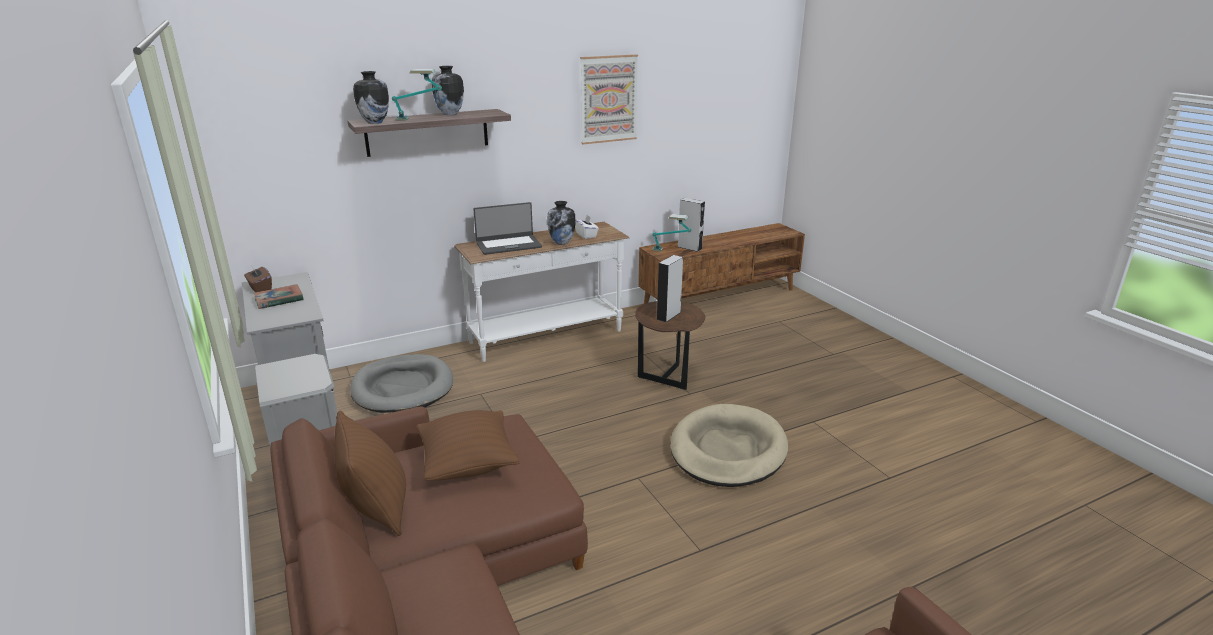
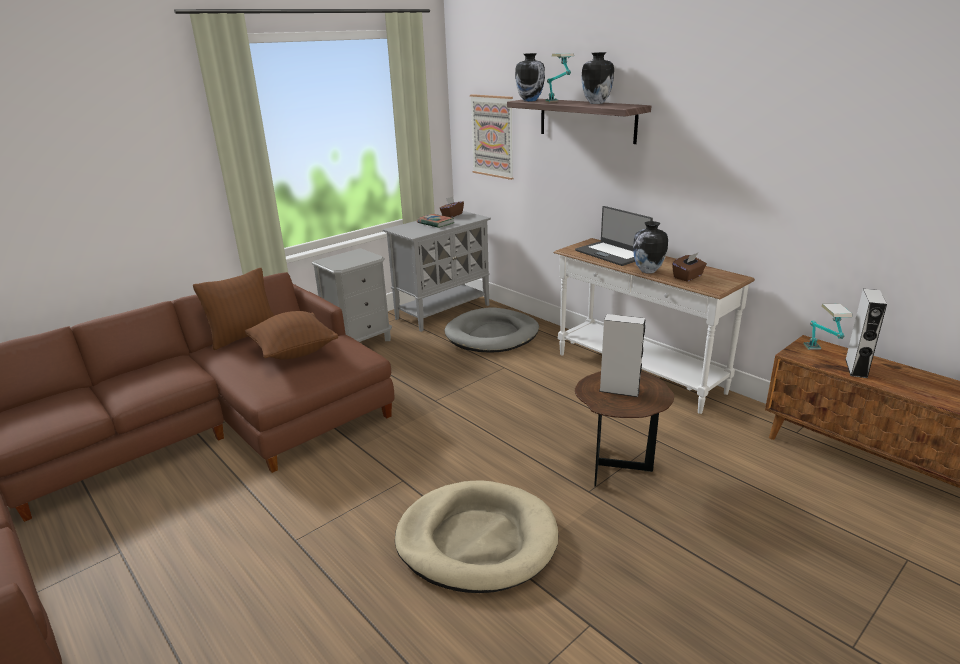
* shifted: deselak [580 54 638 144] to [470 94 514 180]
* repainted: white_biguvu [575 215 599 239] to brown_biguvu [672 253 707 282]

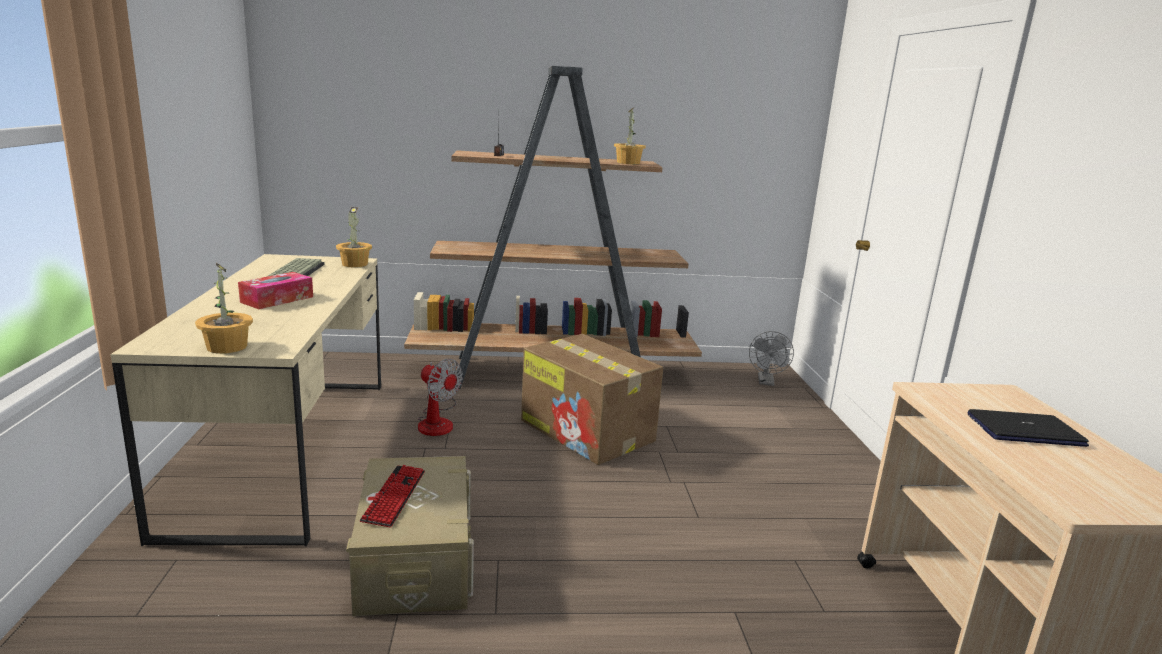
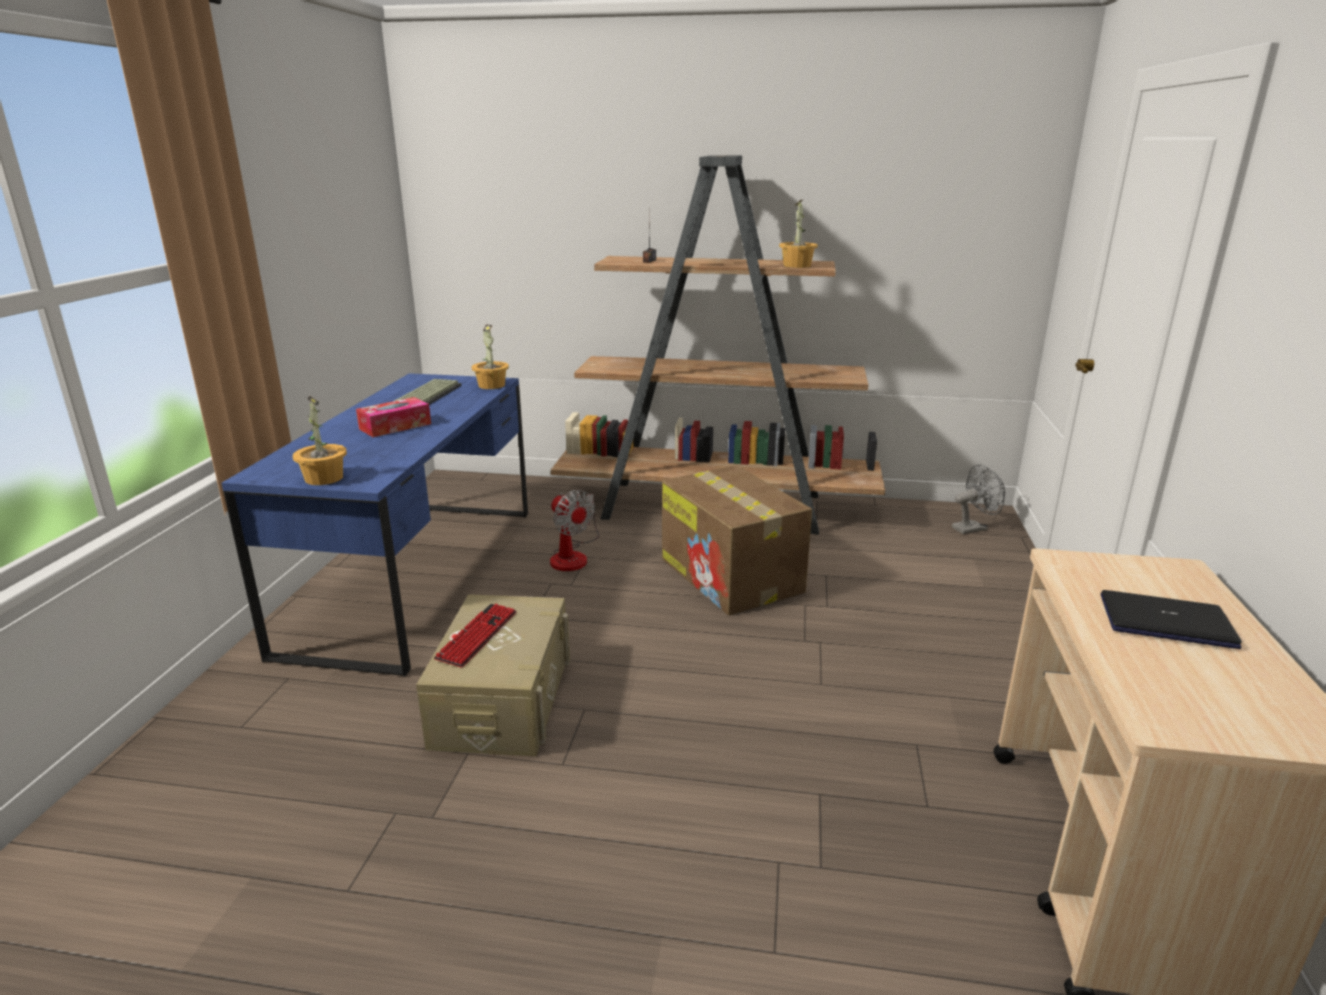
* repainted: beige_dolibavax [111 254 381 546] to blue_dolibavax [221 373 528 677]
* rotated: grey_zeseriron [749 331 794 386] = [952 465 1005 534] 135 degrees counterclockwise

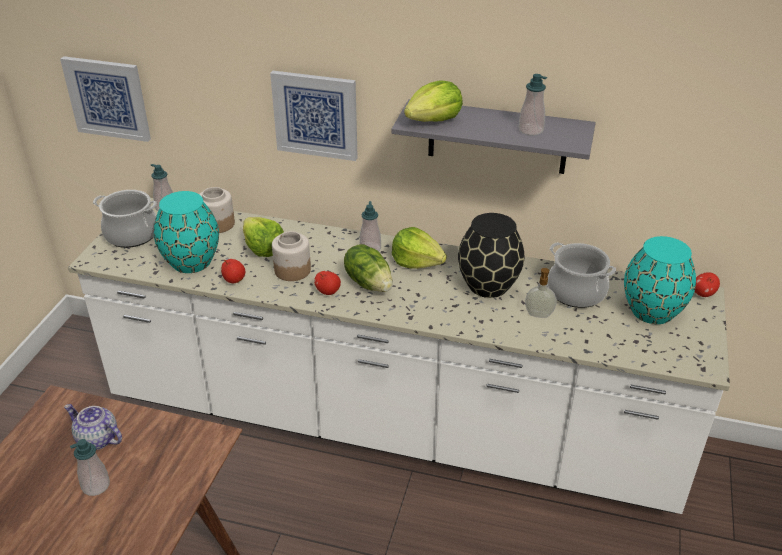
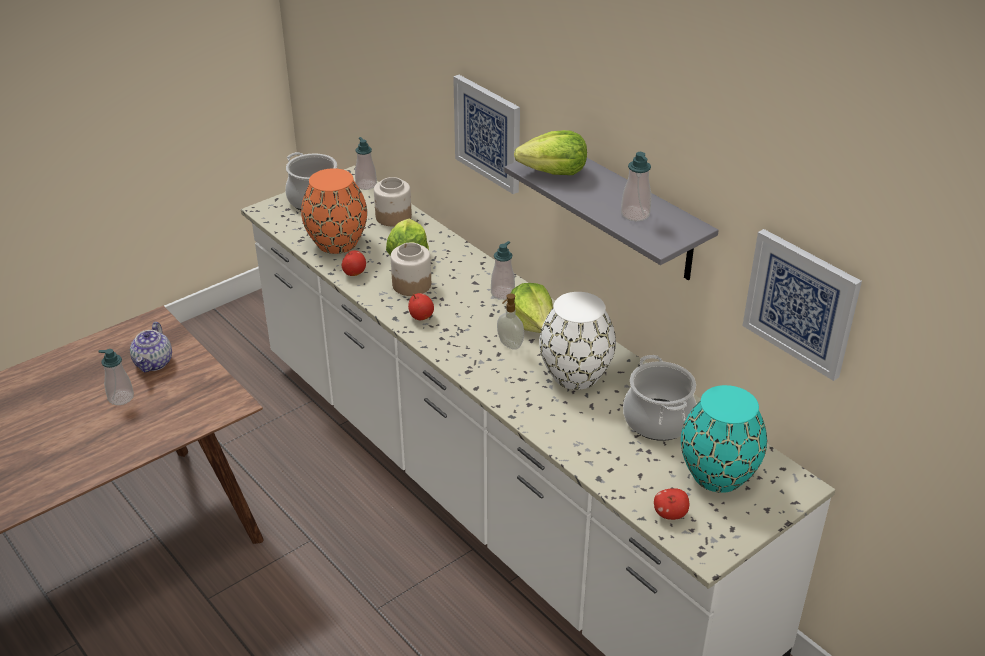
* rotated: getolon [64 404 122 450] = [130 322 172 373] 150 degrees counterclockwise
* repainted: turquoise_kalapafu [154 191 219 273] to orange_kalapafu [301 168 367 254]
* shifted: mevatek [525 268 557 318] to [497 294 524 350]
* repainted: black_kalapafu [458 213 524 298] to white_kalapafu [539 292 616 390]
* shifted: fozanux [695 272 720 297] to [654 488 689 520]
* shifted: deselak [60 56 151 142] to [743 229 862 381]
* gone: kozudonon [344 244 393 292]

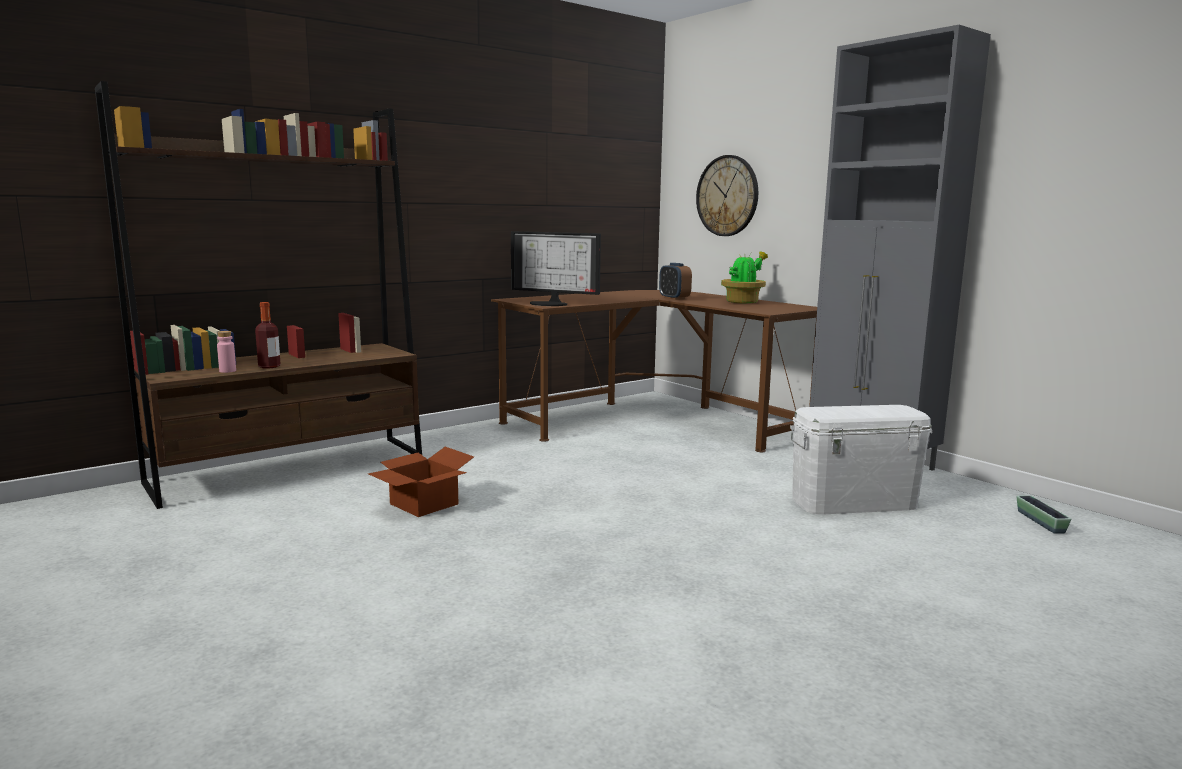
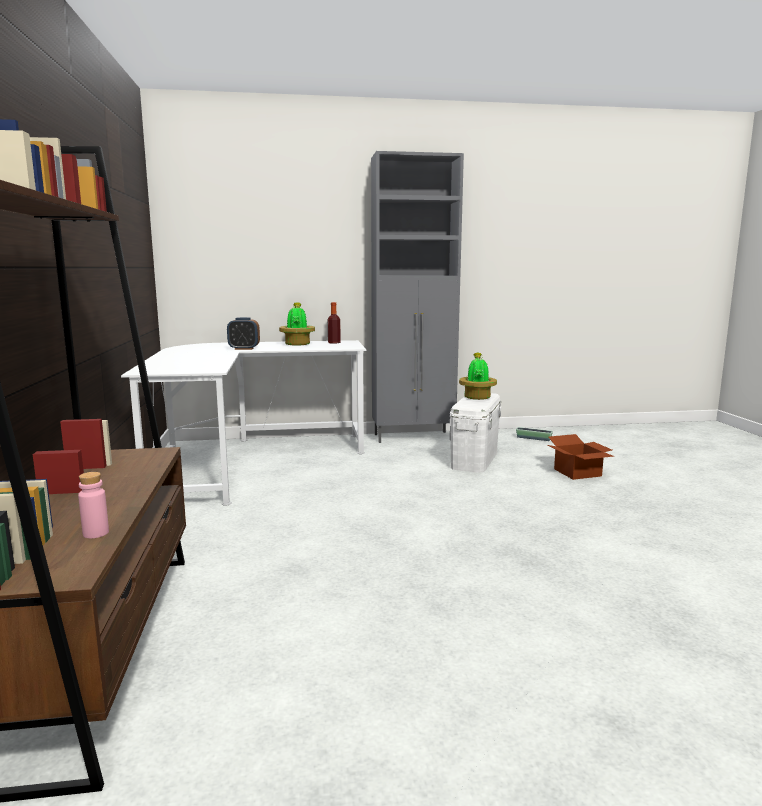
* repainted: brown_dolibavax [491 290 817 452] to white_dolibavax [121 340 366 506]
* shifted: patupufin [255 302 281 368] to [328 302 341 344]
* new: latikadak [459 352 497 400]
* shifted: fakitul [369 447 474 517] to [548 434 614 480]
* gone: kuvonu [511 231 601 306]
* gone: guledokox [696 155 758 236]

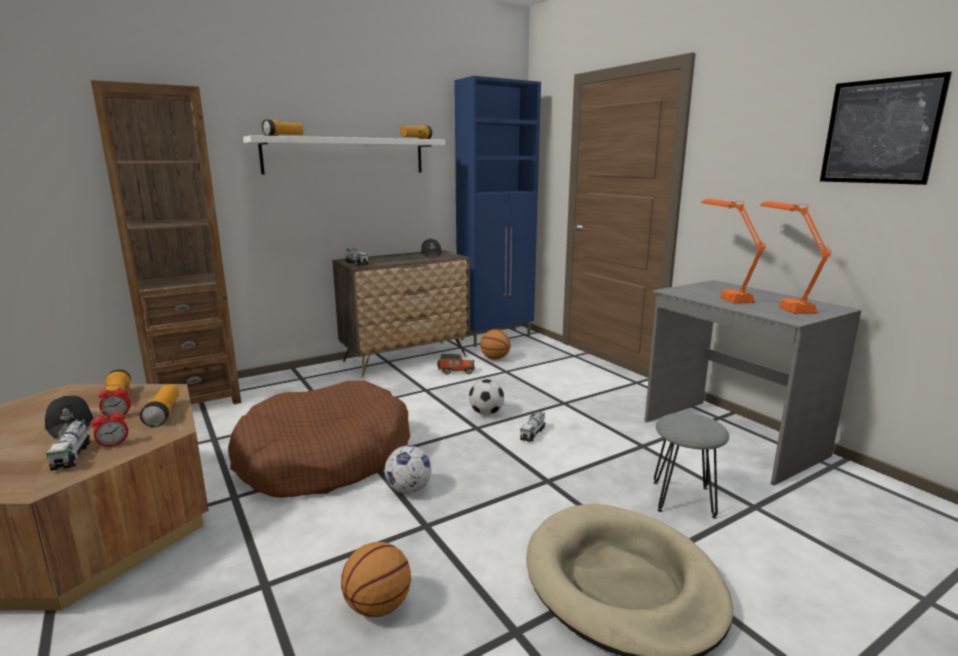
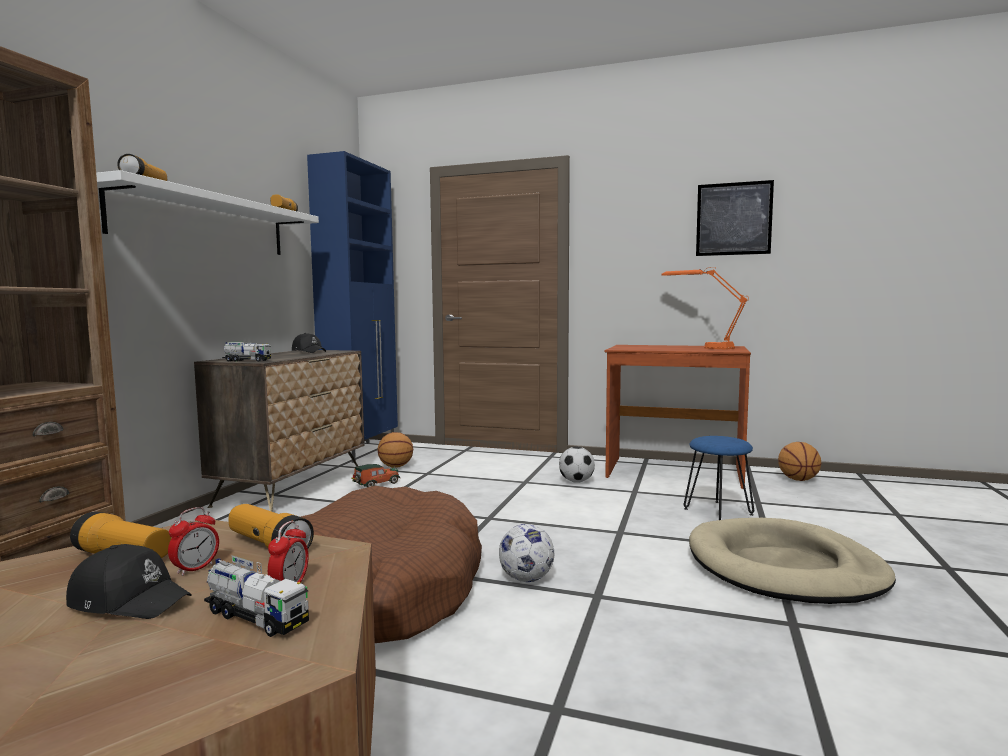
* shifted: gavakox [469 379 504 415] to [559 447 595 483]
* repainted: grey_dolibavax [645 280 861 485] to brown_dolibavax [605 345 751 489]
* repainted: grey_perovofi [653 413 729 519] to blue_perovofi [684 436 754 520]
* shifted: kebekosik [341 542 411 617] to [778 442 821 481]
* gone: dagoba [520 410 545 442]
* gone: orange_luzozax [701 199 765 304]

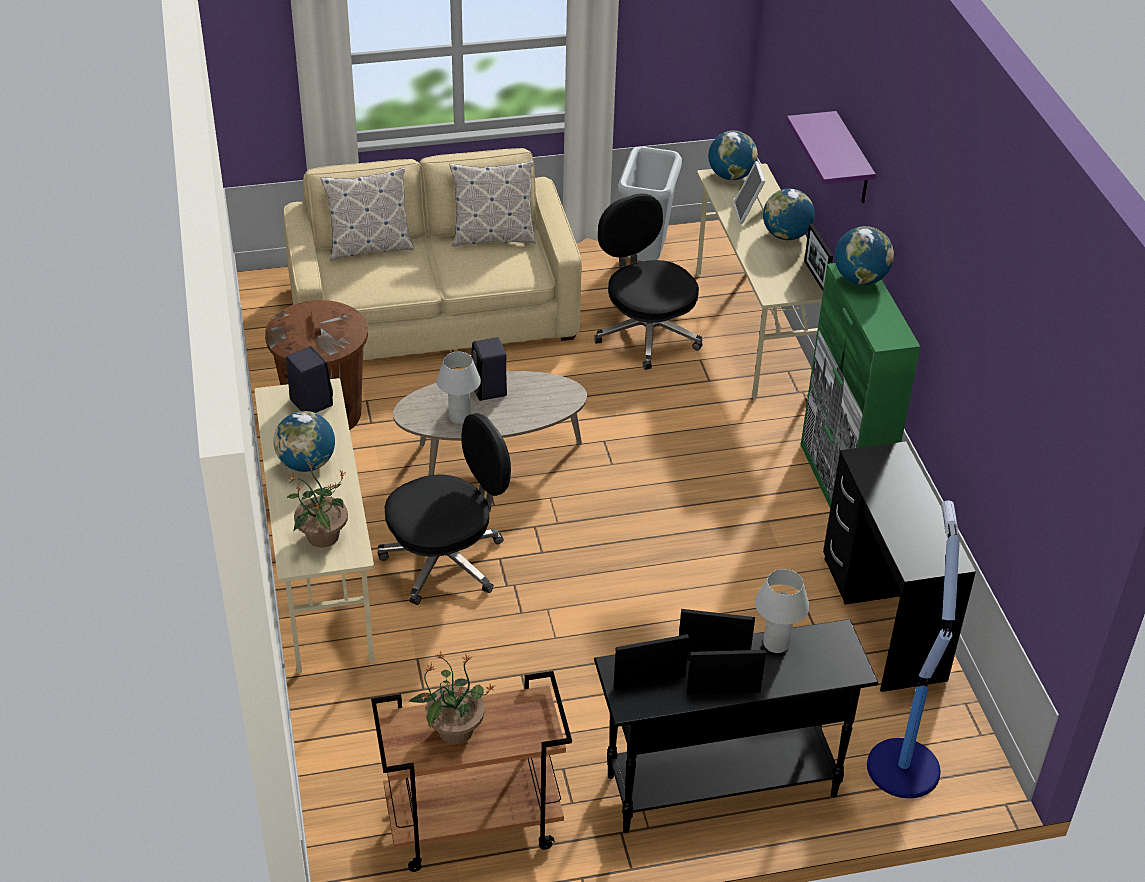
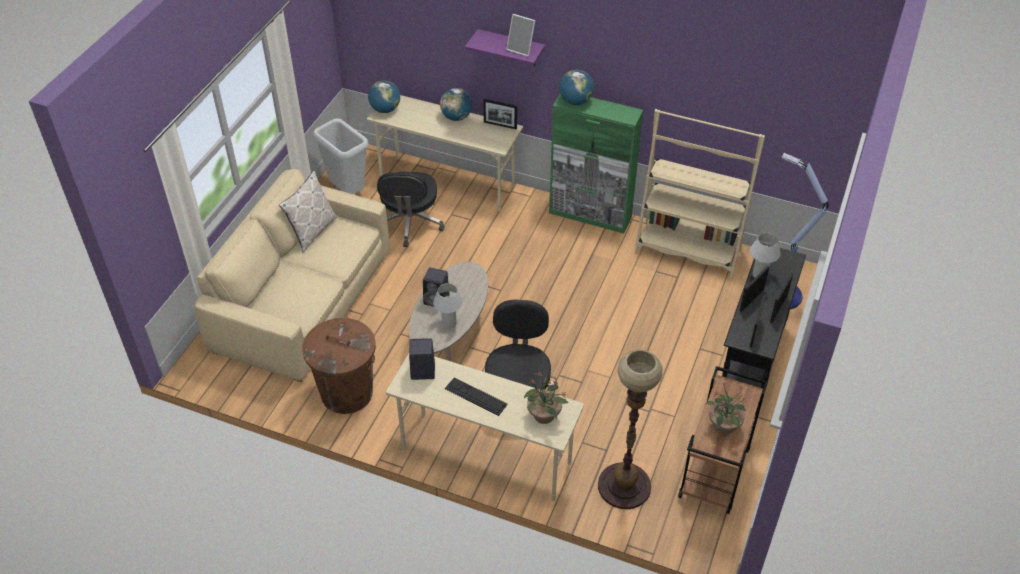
* rotated: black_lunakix [594 193 703 370] = [377 172 445 247] 90 degrees counterclockwise
* swapped: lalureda [274 411 335 472] to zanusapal [445 377 508 416]
* shifted: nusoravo [733 161 765 224] to [506 14 535 57]
* new: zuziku [598 350 663 509]
* swapped: black_dolibavax [823 442 976 692] to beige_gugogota [635 109 765 280]
* gone: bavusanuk [320 168 414 261]

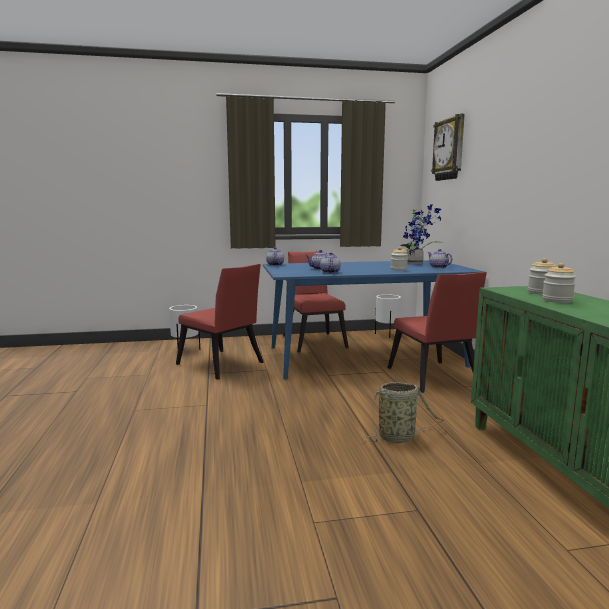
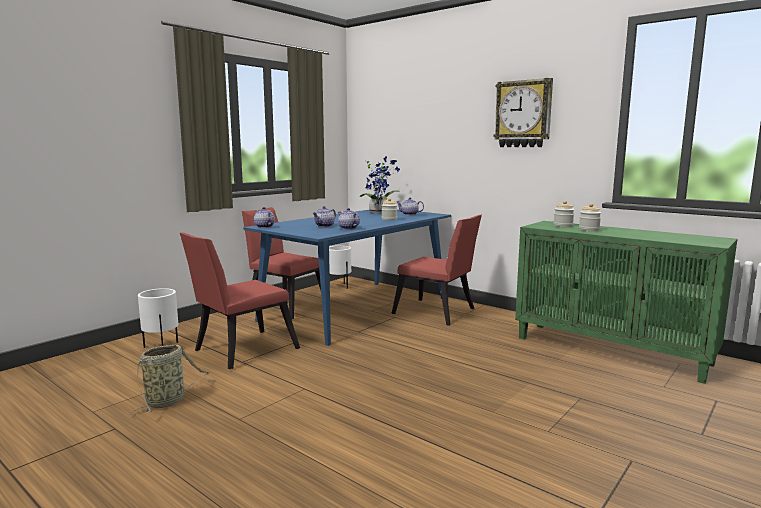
* shifted: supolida [362 382 444 443] to [130 344 209 415]
* rotated: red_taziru [176 264 264 380] = [180 232 300 369] 135 degrees clockwise
* shifted: guledokox [431 114 465 181] to [493 78 553 147]

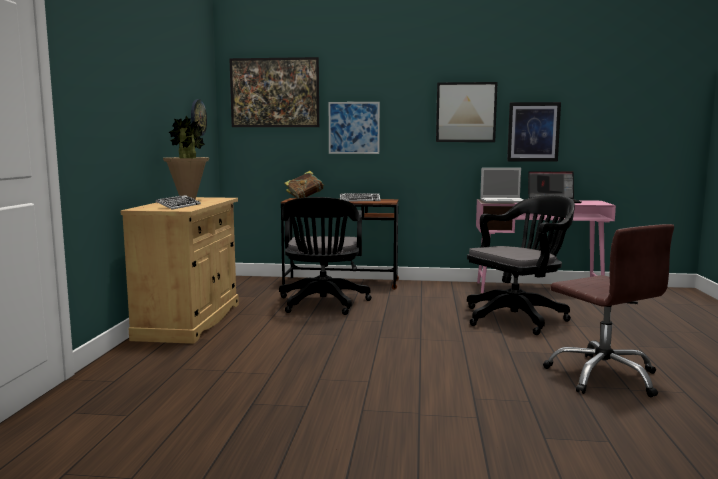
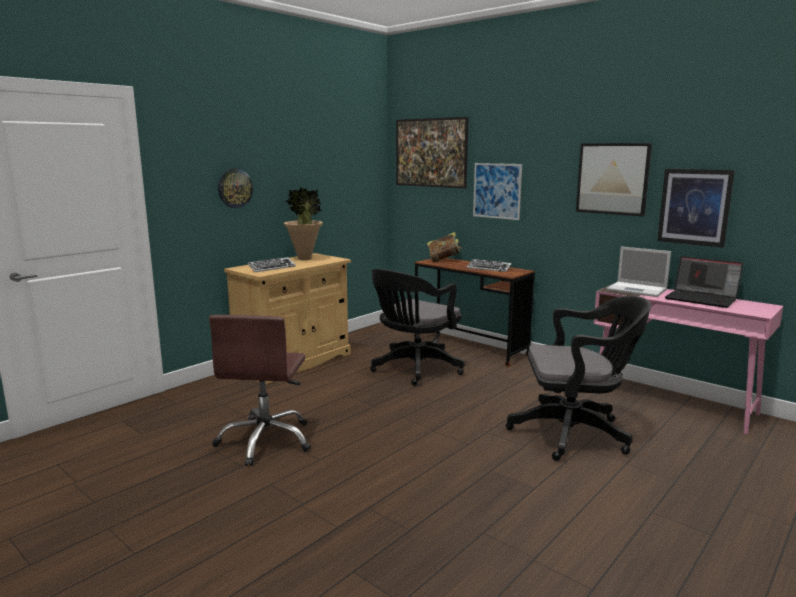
* shifted: brown_lunakix [543 224 674 397] to [209 315 311 466]
* shifted: guledokox [191 99 207 136] to [218 168 253 208]

